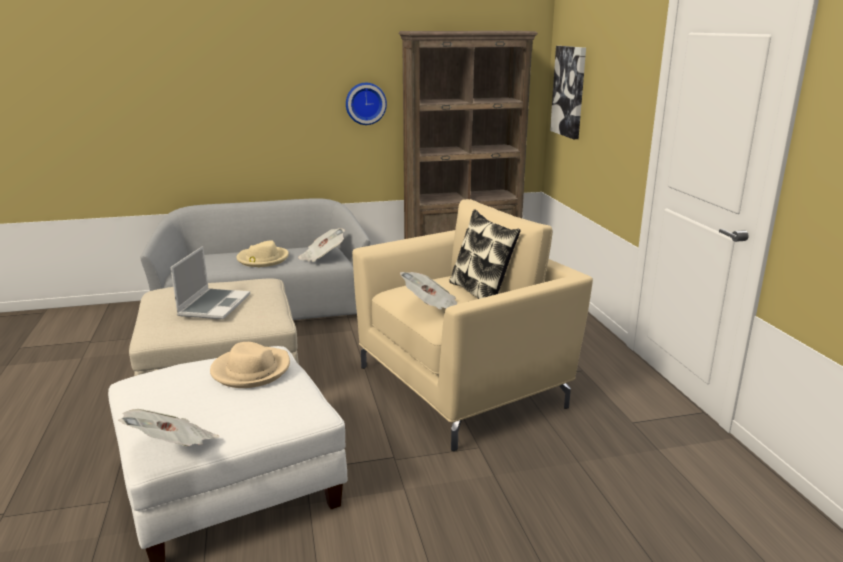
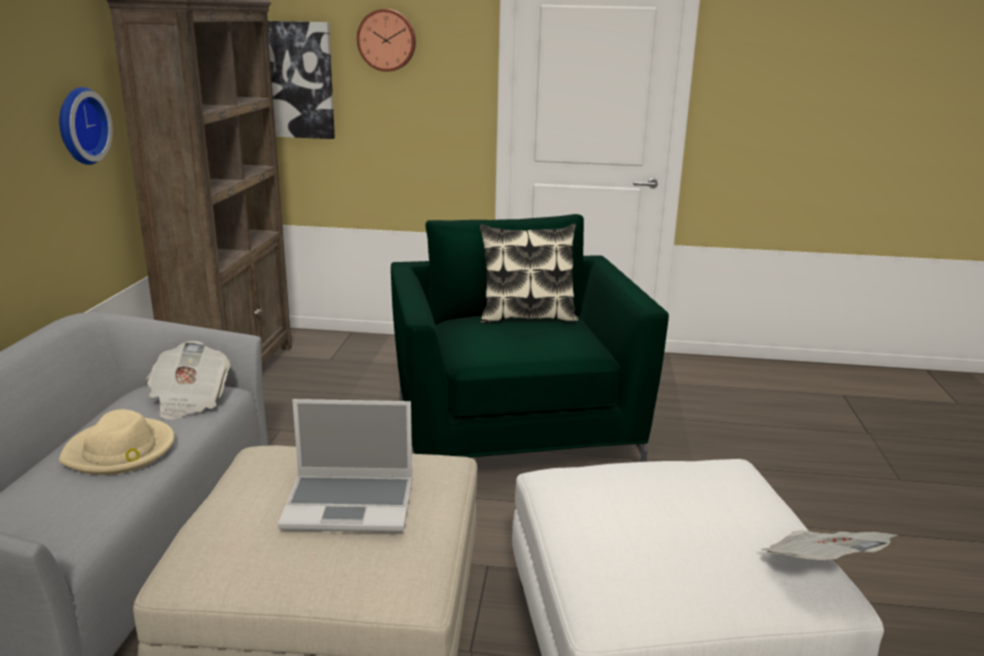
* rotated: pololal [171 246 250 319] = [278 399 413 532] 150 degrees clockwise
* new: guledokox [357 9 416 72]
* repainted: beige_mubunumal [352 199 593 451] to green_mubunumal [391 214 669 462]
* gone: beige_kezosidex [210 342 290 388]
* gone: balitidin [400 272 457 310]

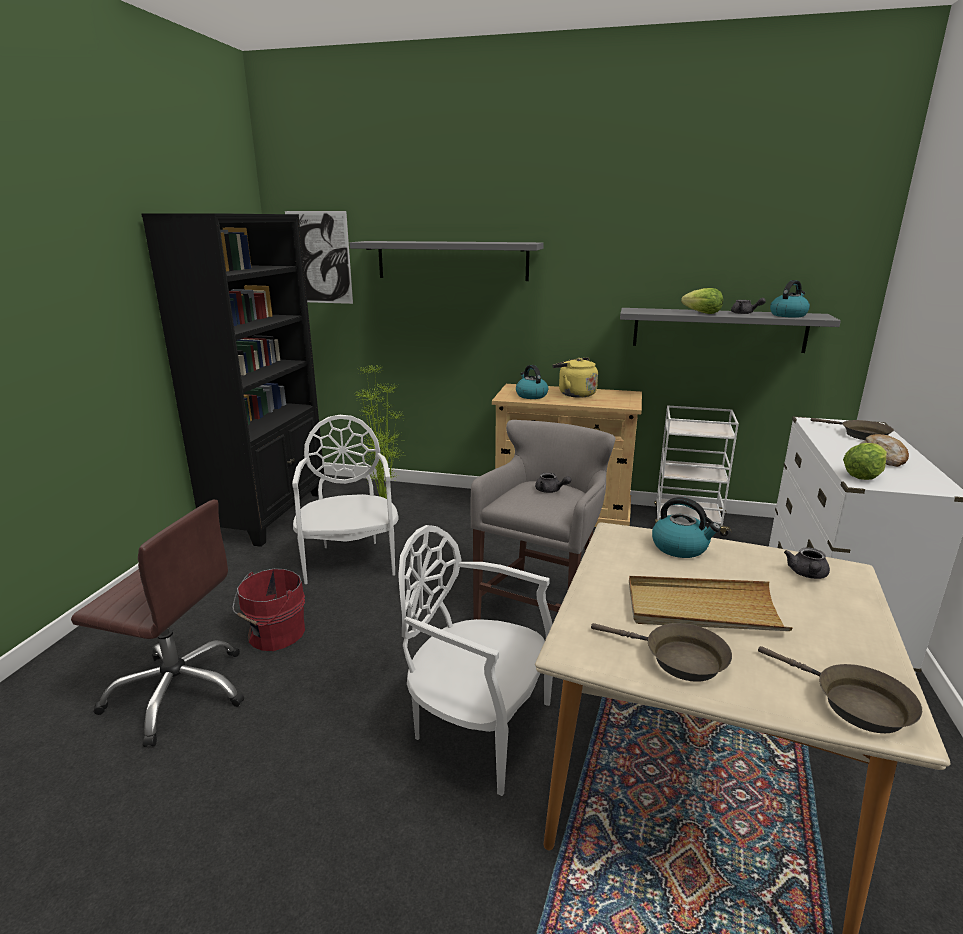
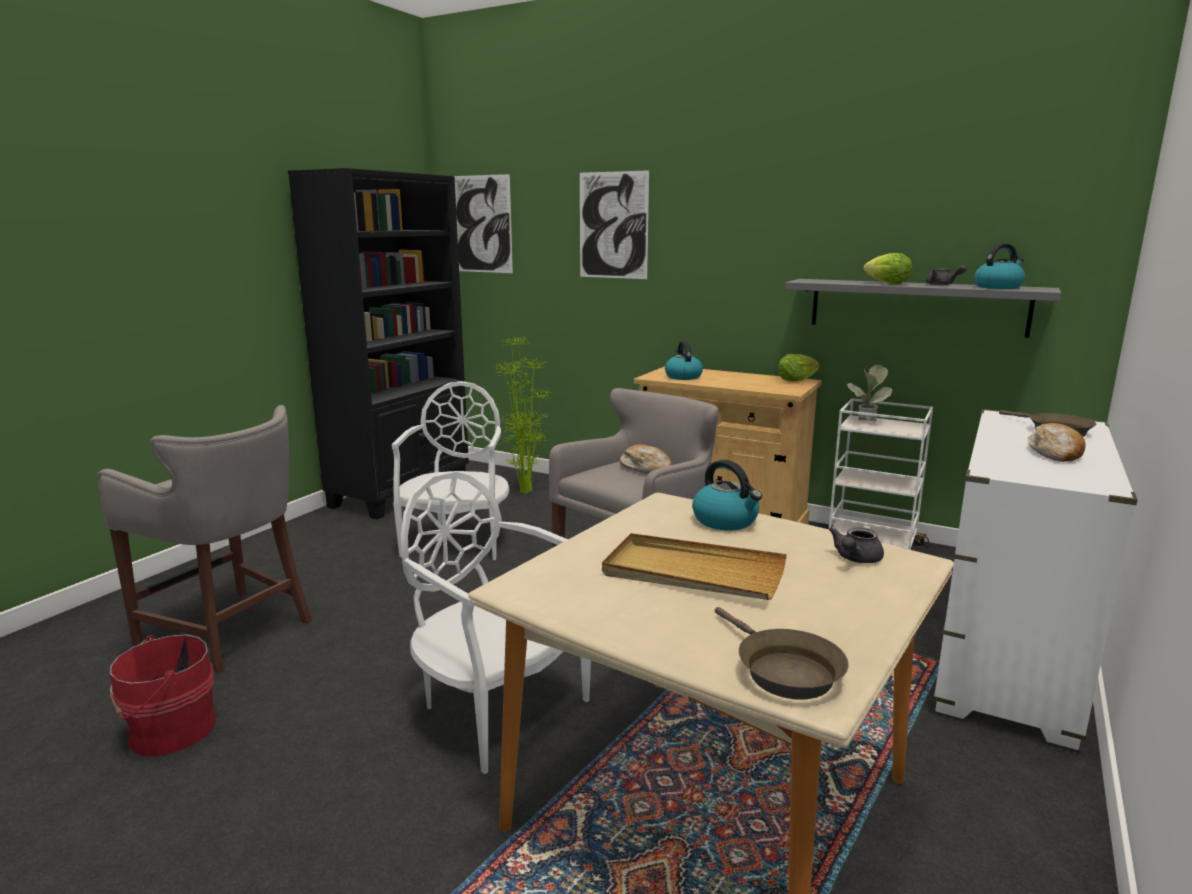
* swapped: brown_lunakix [71 500 244 747] to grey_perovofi [97 405 312 674]
* shifted: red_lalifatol [233 569 305 651] to [110 634 216 757]
* swapped: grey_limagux [350 241 544 281] to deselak [580 170 649 279]
* swapped: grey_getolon [535 472 571 493] to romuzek [620 444 672 474]
* shifted: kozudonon [843 443 887 480] to [778 354 820 382]
* new: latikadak [846 365 892 422]
* gone: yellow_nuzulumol [552 357 598 398]
* gone: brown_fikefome [591 623 732 682]

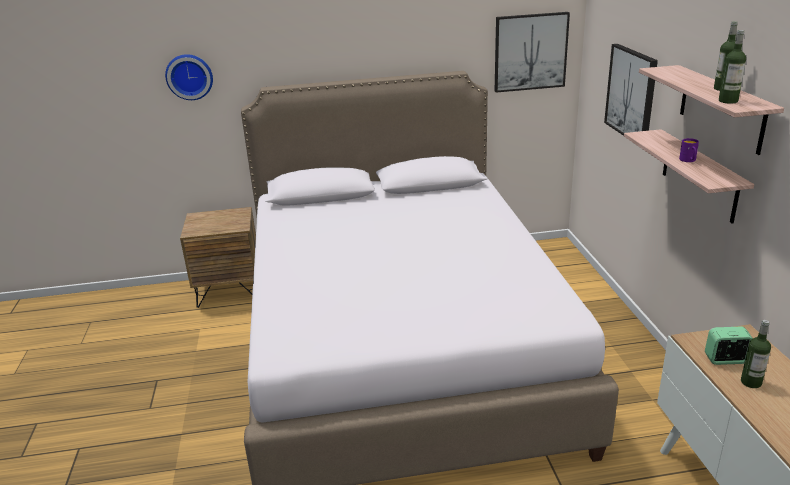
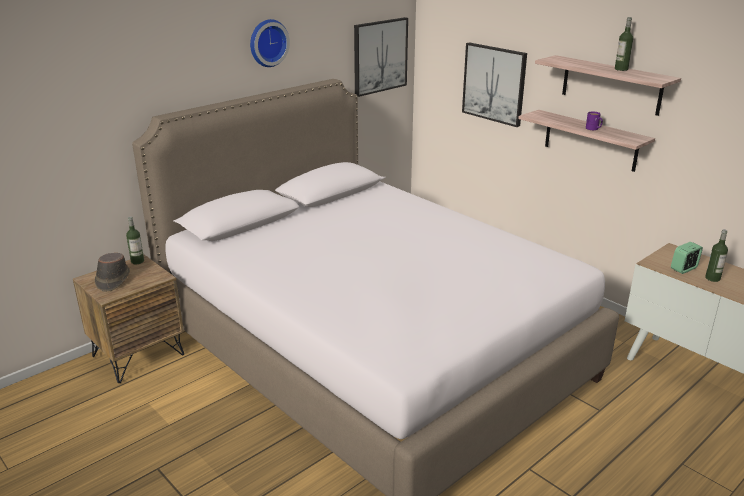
* new: brown_kezosidex [94 253 130 292]
* shifted: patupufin [719 30 746 104] to [126 216 144 264]
* shifted: guledokox [165 54 213 100] to [250 19 290 67]

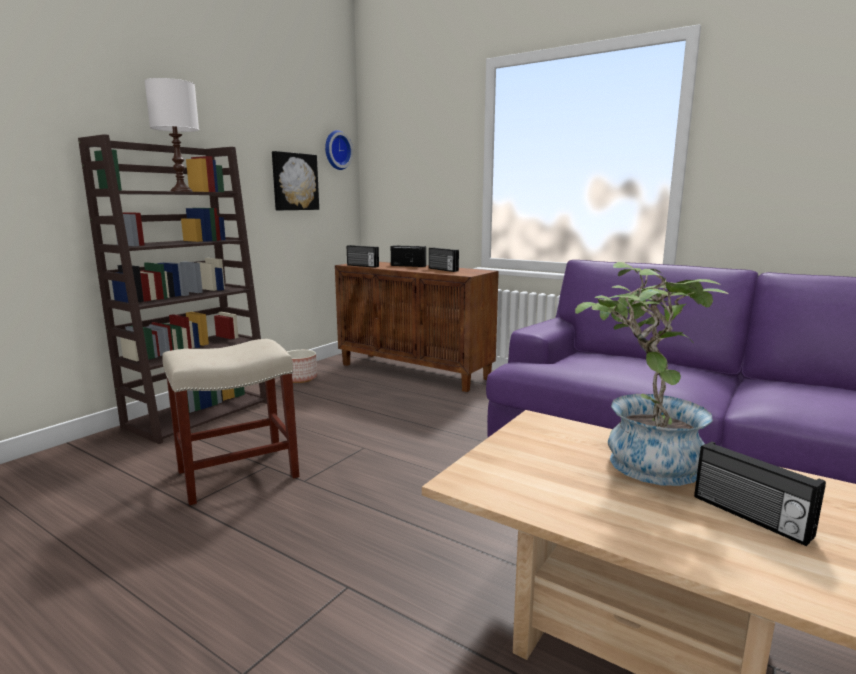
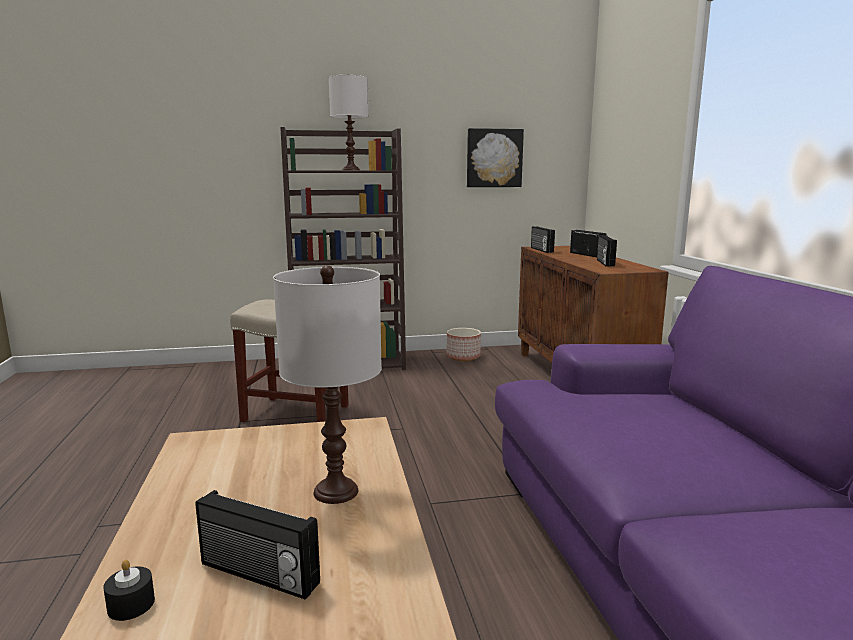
* new: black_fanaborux [103 560 155 621]
* rotated: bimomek [694 442 826 546] = [195 490 320 600] 75 degrees counterclockwise
* swapped: latikadak [575 262 729 486] to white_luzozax [273 265 382 504]
* gone: guledokox [325 130 353 170]

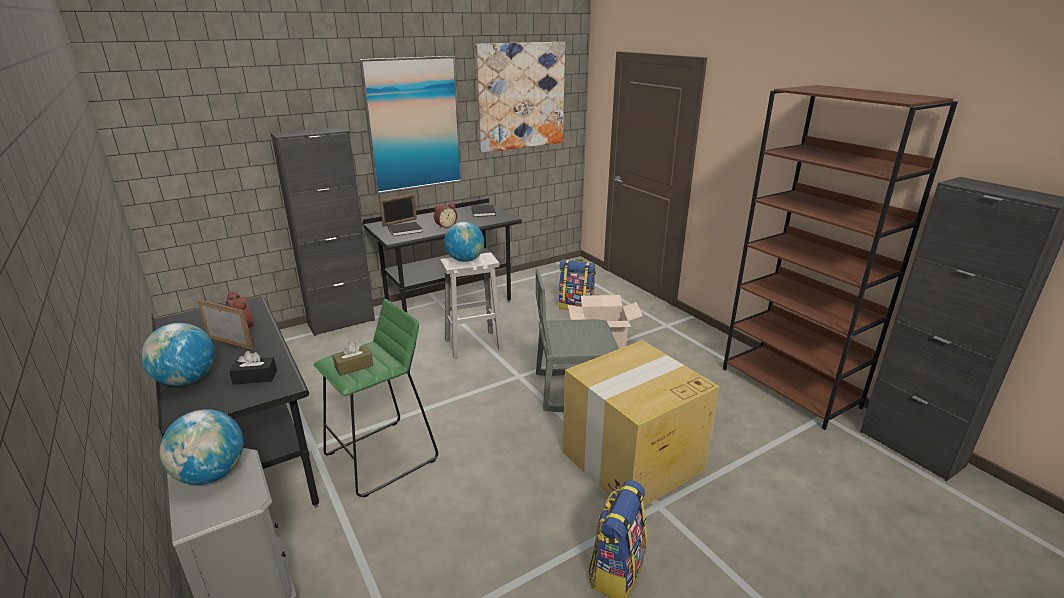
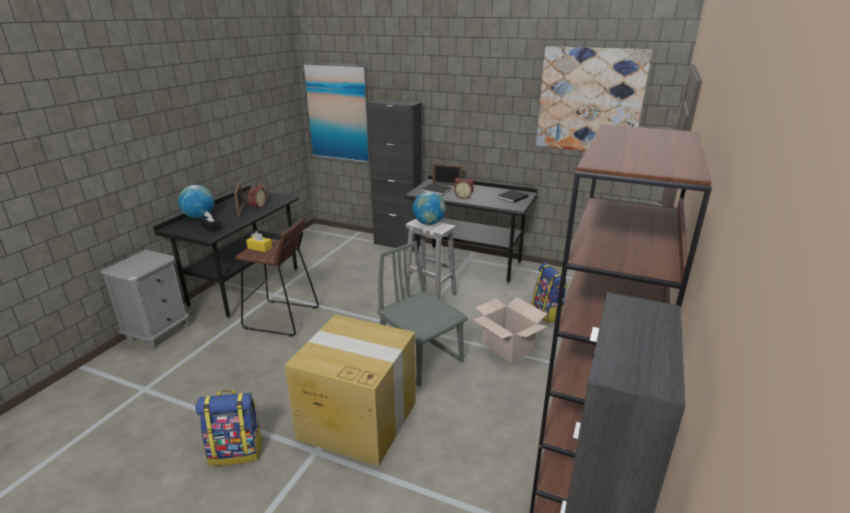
* repainted: green_perovofi [313 299 438 498] to brown_perovofi [235 217 319 337]
* repainted: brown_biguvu [333 342 373 376] to yellow_biguvu [246 231 272 252]
* shifted: deselak [359 56 462 194] to [302 62 370 163]
* gone: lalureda [159 409 244 485]

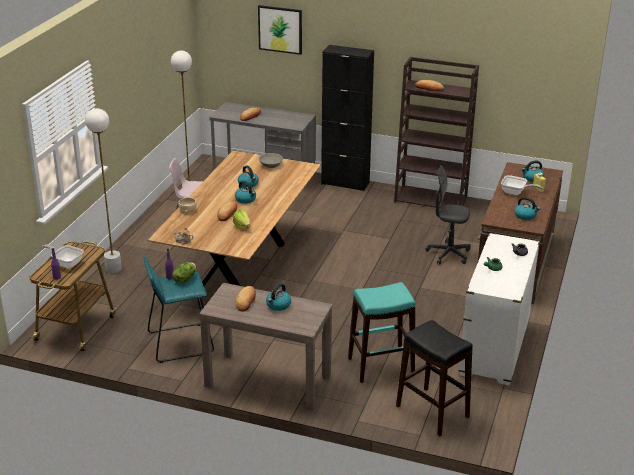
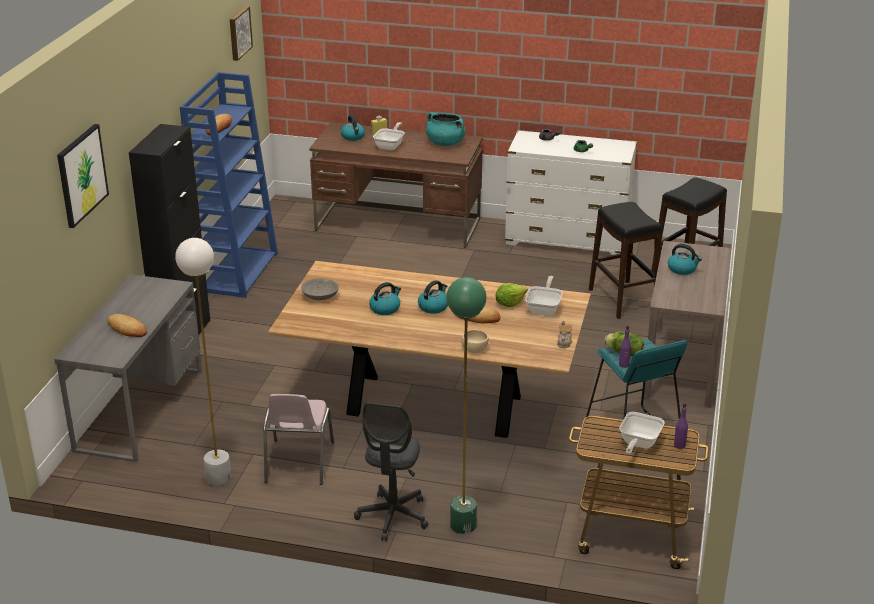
* repainted: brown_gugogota [394 57 479 208] to blue_gugogota [180 72 278 298]
* new: deselak [230 6 253 61]
* shifted: grey_lunakix [426 165 471 264] to [354 403 428 541]
* swapped: nuzulumol [515 197 540 220] to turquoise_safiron [426 112 466 146]
* repainted: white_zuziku [85 108 122 273] to green_zuziku [446 277 486 534]
* new: fikefome [525 276 563 316]
* repainted: turquoise_perovofi [348 282 416 383] to black_perovofi [589 202 662 319]
* gone: romuzek [235 286 256 312]

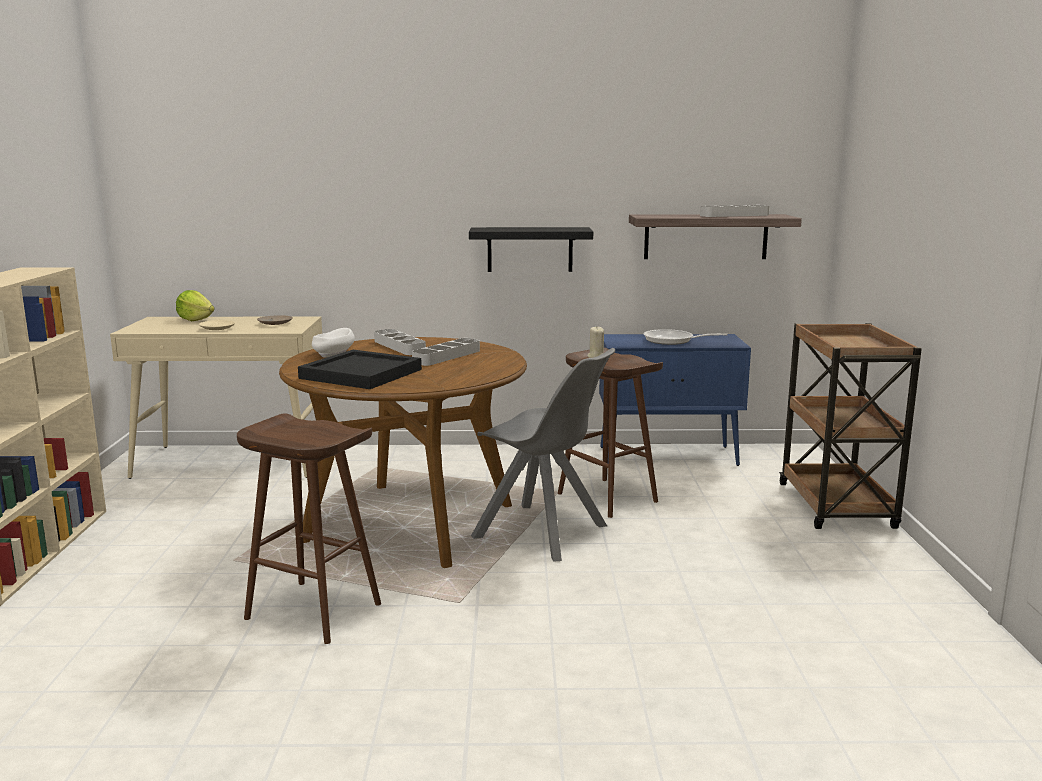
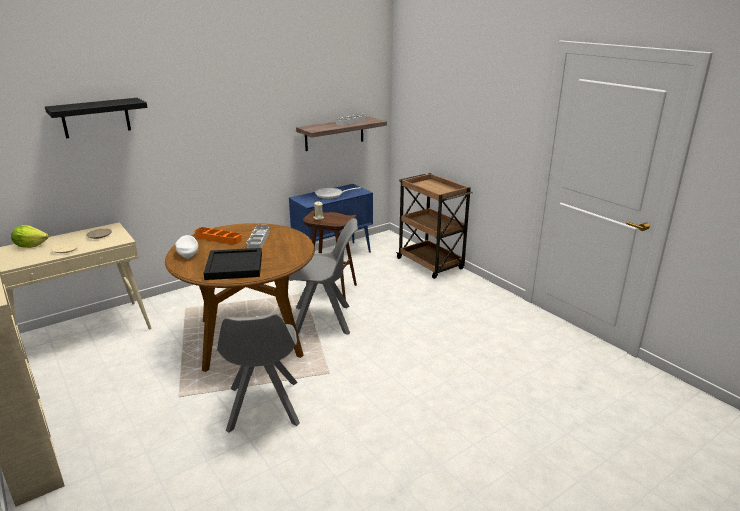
* shifted: black_limagux [469 227 593 272] to [45 98 147 138]
* repainted: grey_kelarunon [374 329 426 355] to orange_kelarunon [194 227 242 244]
* swapped: brown_perovofi [237 413 381 644] to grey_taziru [216 314 300 433]

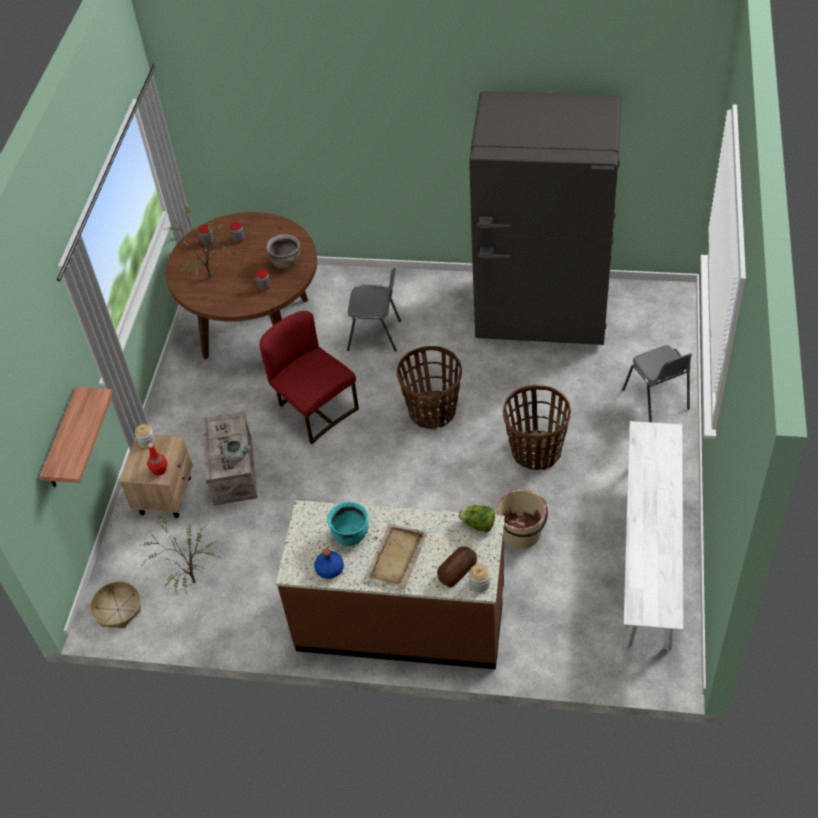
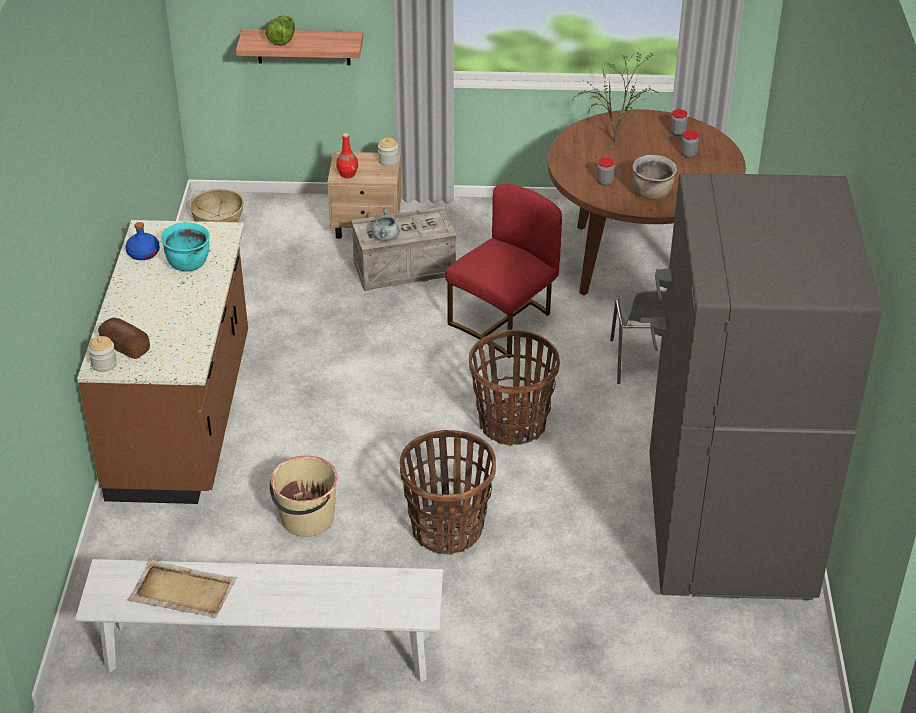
* shifted: beige_kelarunon [364 523 428 589] to [128 559 237 618]
* shifted: kozudonon [459 505 495 533] to [266 15 295 46]
* gone: latikadak [140 516 220 595]
* gone: grey_taziru [622 345 692 422]

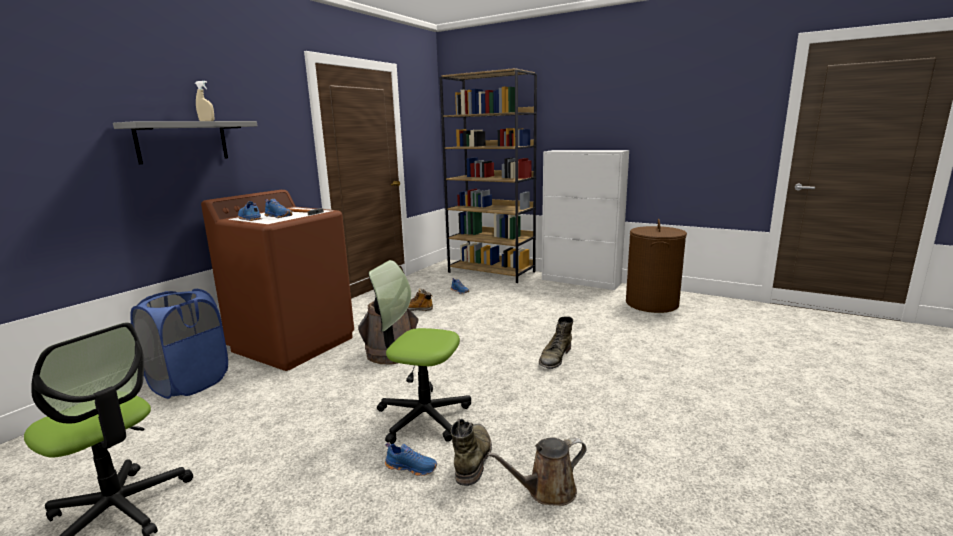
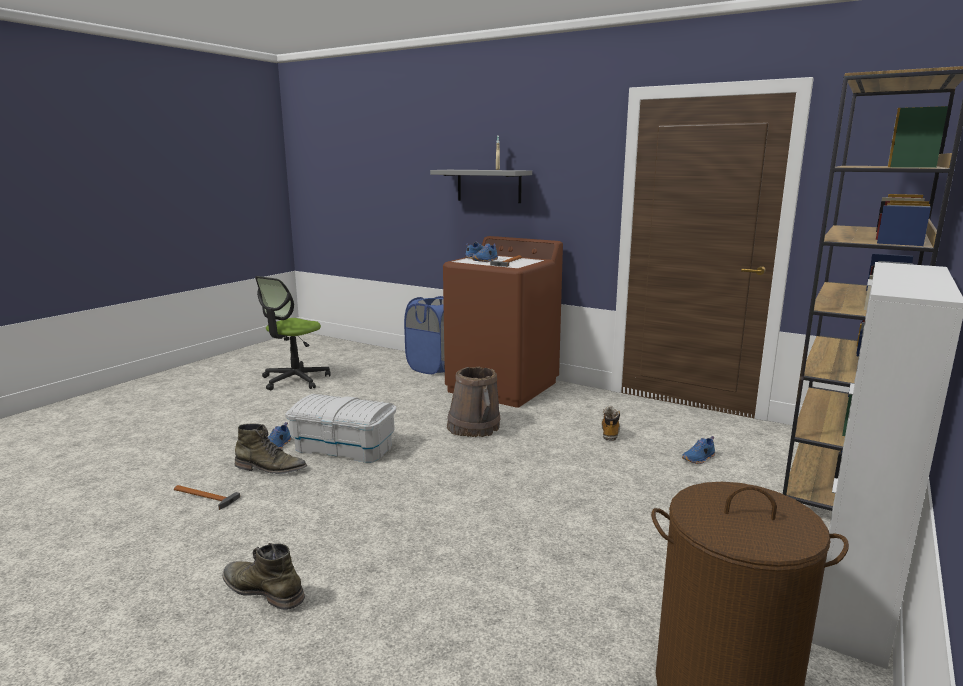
* swapped: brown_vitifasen [487 437 586 506] to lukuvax [174 485 240 510]
* shifted: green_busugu [539 316 573 369] to [223 543 305 610]
* swapped: lunakix [368 260 471 444] to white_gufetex [285 394 396 463]

